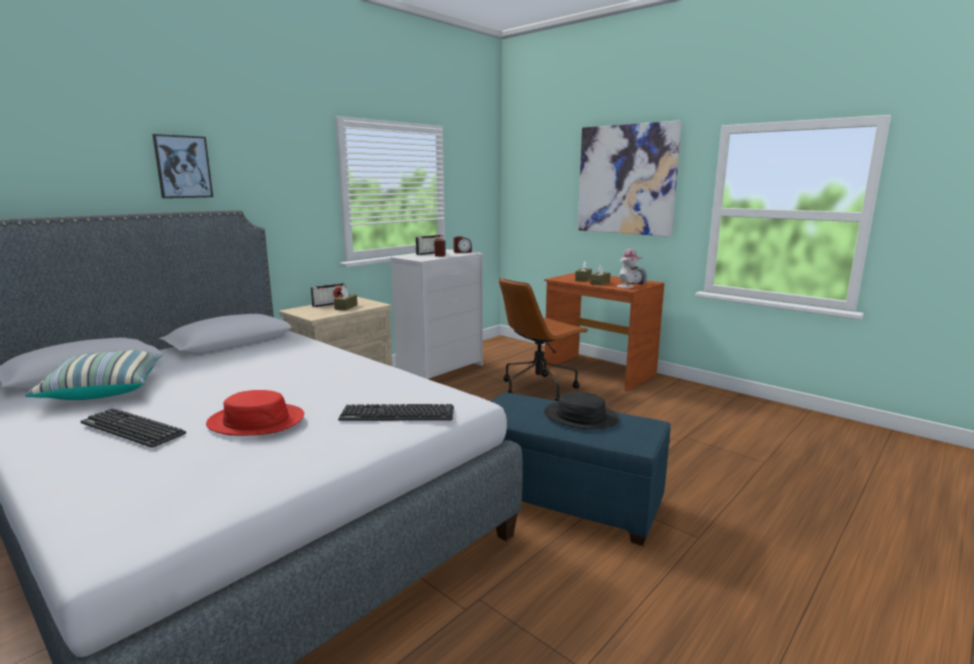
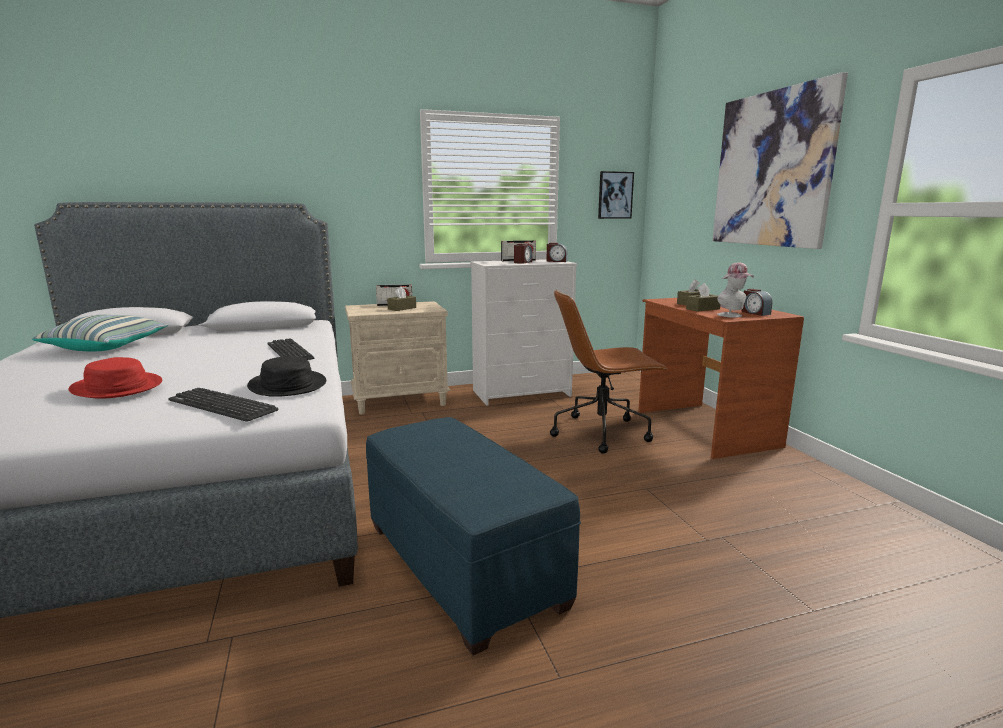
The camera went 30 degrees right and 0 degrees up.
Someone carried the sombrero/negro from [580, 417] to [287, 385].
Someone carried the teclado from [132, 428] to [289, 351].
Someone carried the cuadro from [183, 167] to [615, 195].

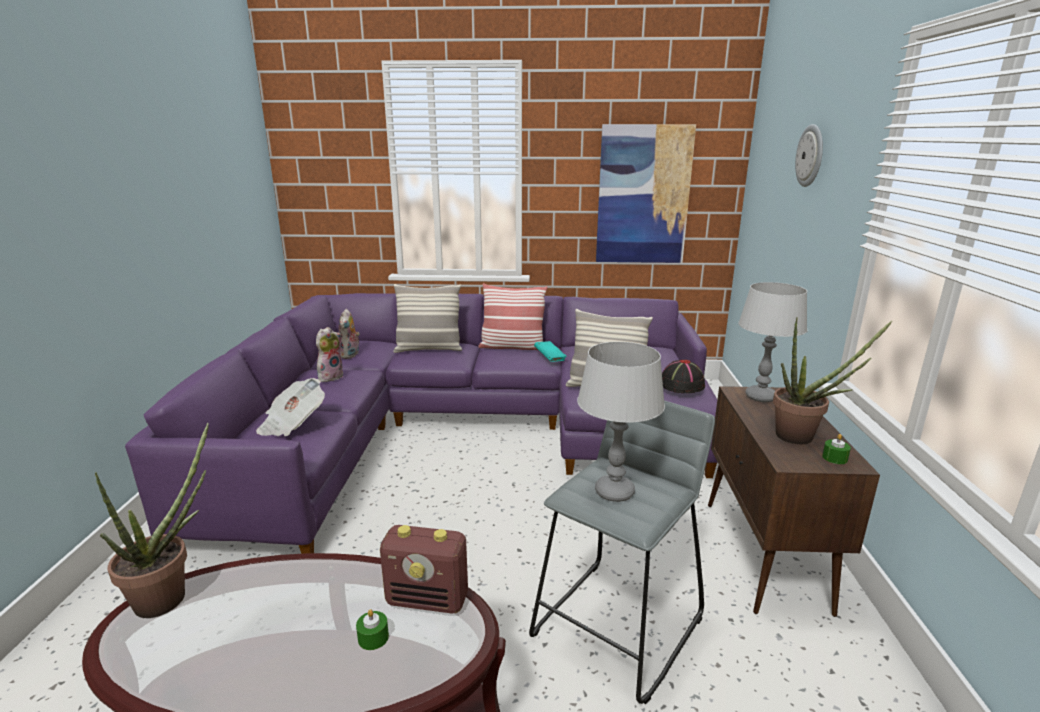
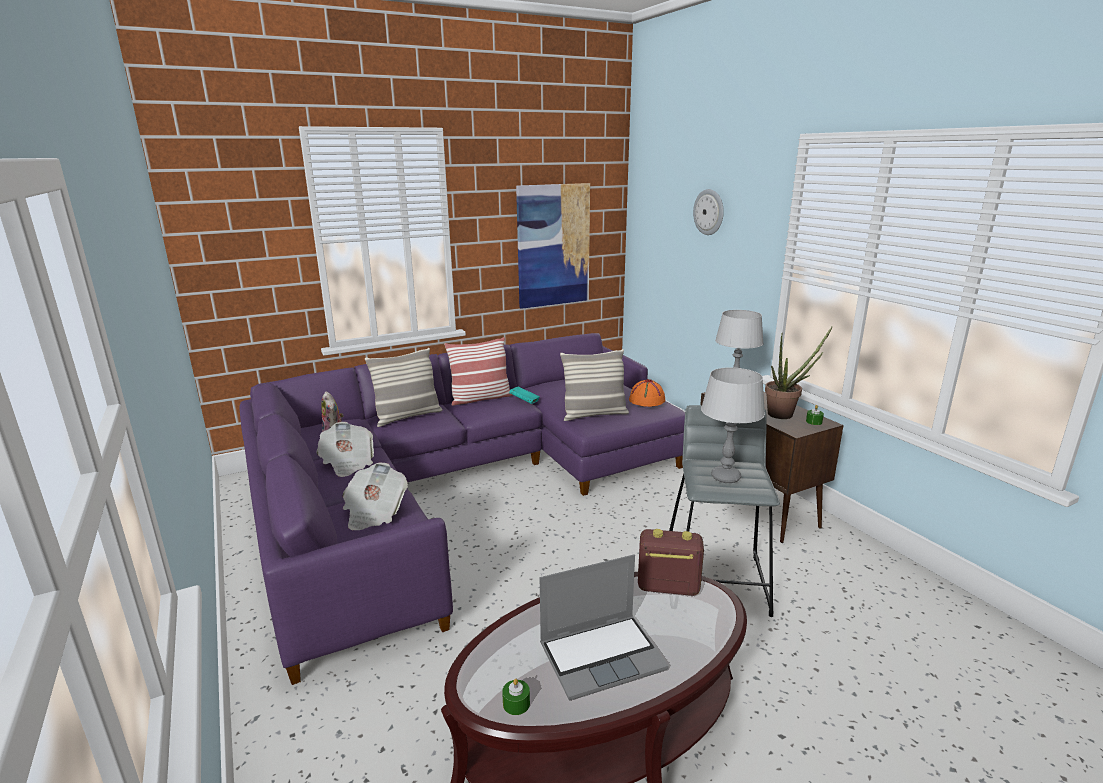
The camera went 30 degrees left and 0 degrees up.
Someone swapped the peluche at [330, 376] for the periódico at [348, 463].
Someone carried the vela/verde from [373, 637] to [516, 704].
Someone put down the portátil at [602, 655].
Someone repainted the sombrero/negro at [681, 385], which became the sombrero/naranja at [646, 400].
Someone rotated the radio at [428, 600] by 150 degrees counterclockwise.
Someone took away the planta en maceta at [171, 595].

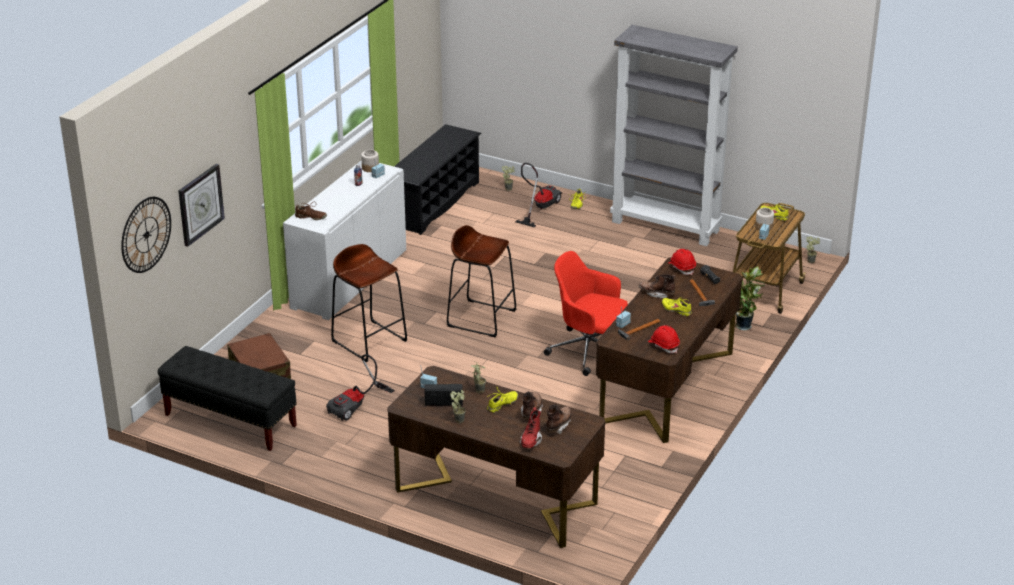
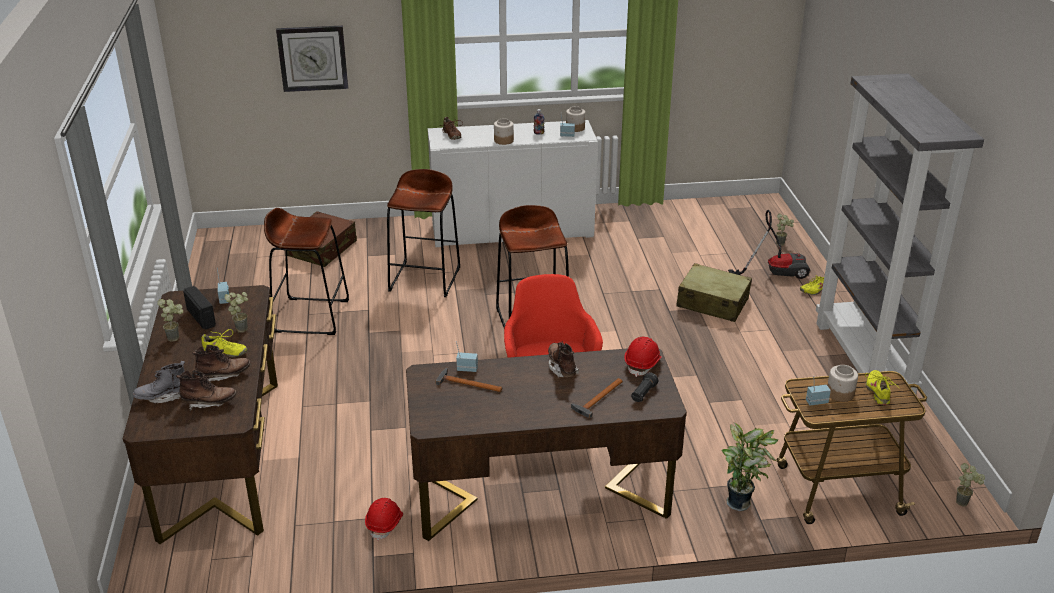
The camera went 55 degrees right and 0 degrees up.
Someone repainted the bota/rojo at [531, 441], which became the bota/gris at [163, 396].
Someone swapped the aspiradora at [357, 407] for the taburete/marrón at [311, 316].
Someone carried the casco/rojo from [664, 345] to [385, 524].
Someone put down the tarro at [503, 140].
Someone put down the maleta/beis at [712, 303].
Someone took away the reloj de pared at [146, 234].
Someone took away the banco/negro at [230, 421].
Someone took away the zapatero/negro at [433, 203].
Someone took away the zapato/amarillo at [676, 310].

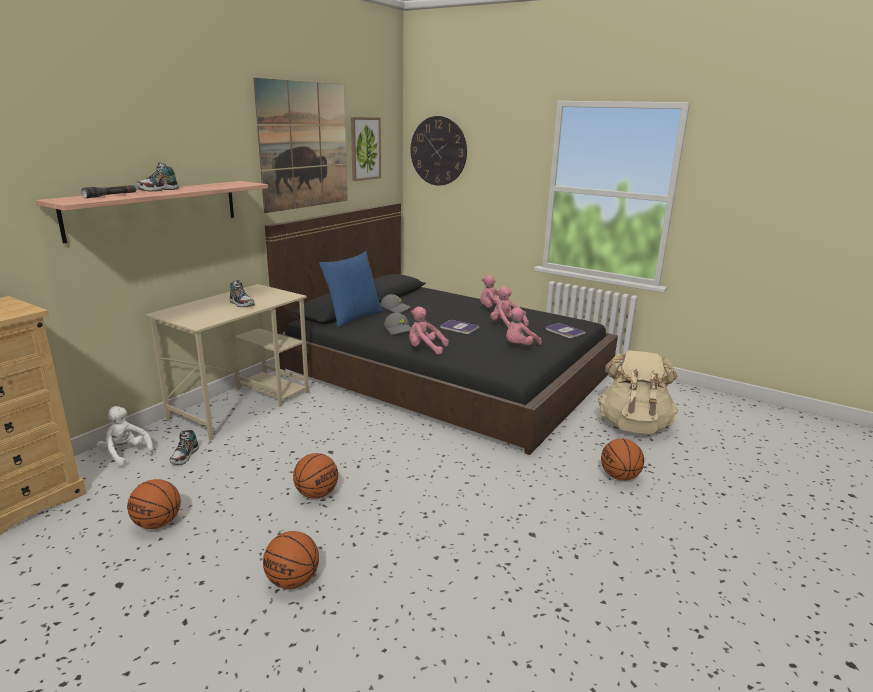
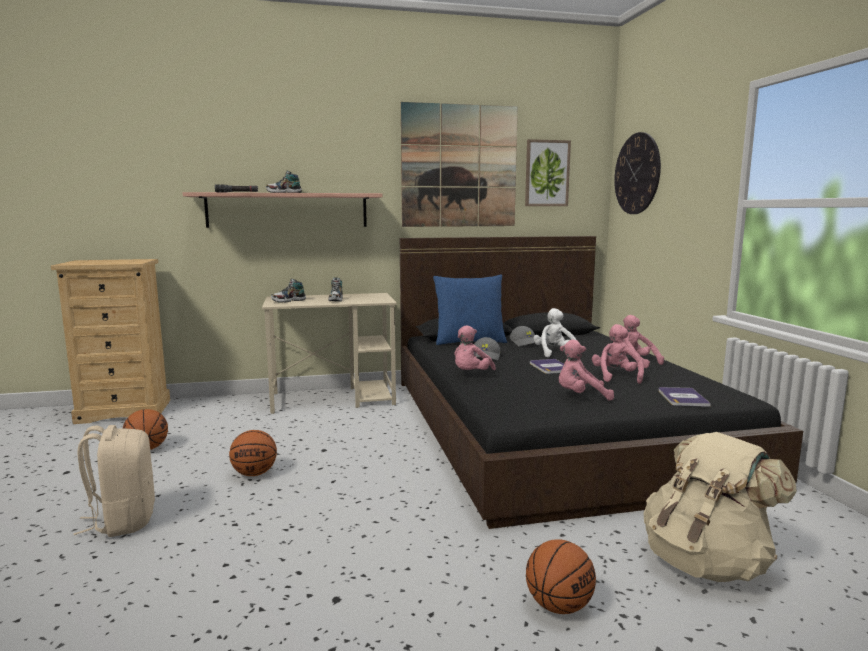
The camera went 45 degrees right and 10 degrees down.
Someone swapped the balón de baloncesto at [292, 581] for the mochila/beis at [123, 521].
Someone carried the zapato from [185, 456] to [289, 301].
Someone rotated the peluche/rosa at [425, 349] by 120 degrees counterclockwise.
Someone carried the peluche/blanco from [125, 454] to [554, 353].

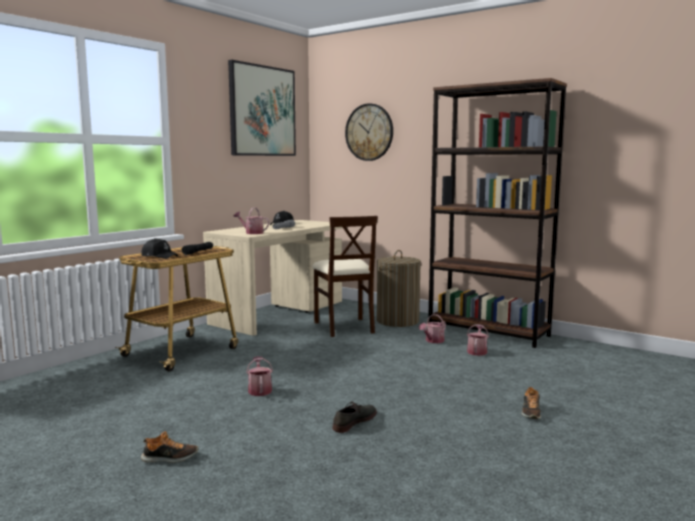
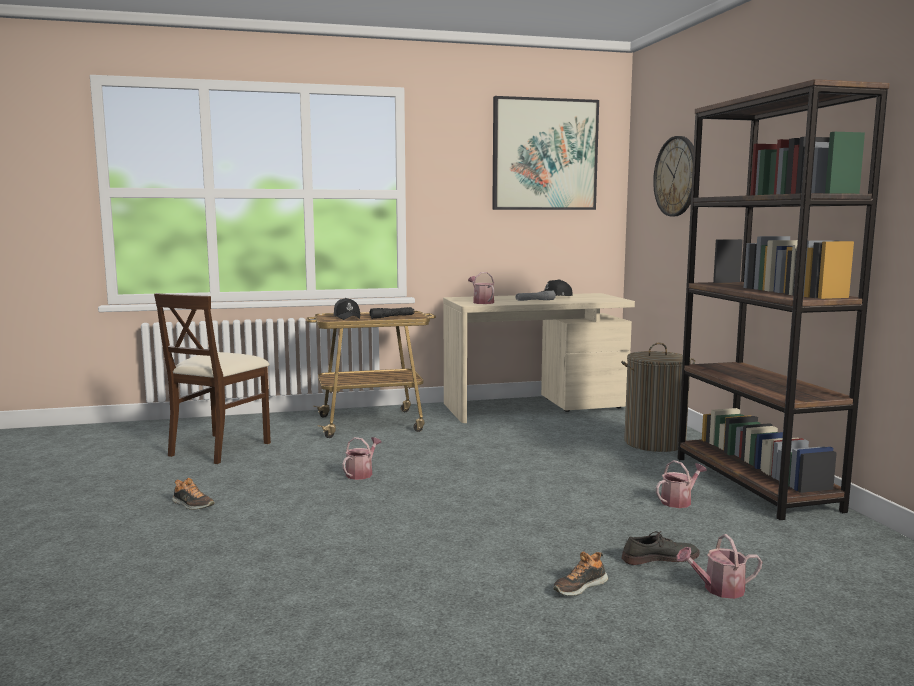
The camera went 40 degrees right and 0 degrees up.
Someone carried the silla/beis from [344, 327] to [219, 448].
Someone carried the zapato/gris from [354, 421] to [659, 557].
Someone carried the regadera from [433, 341] to [718, 589].

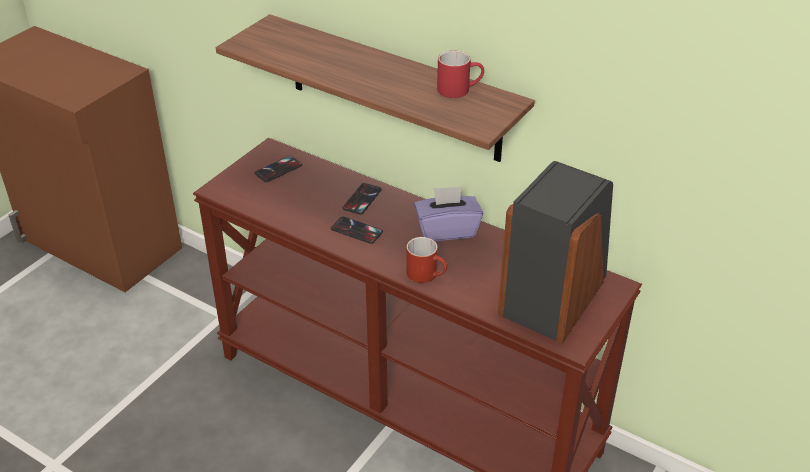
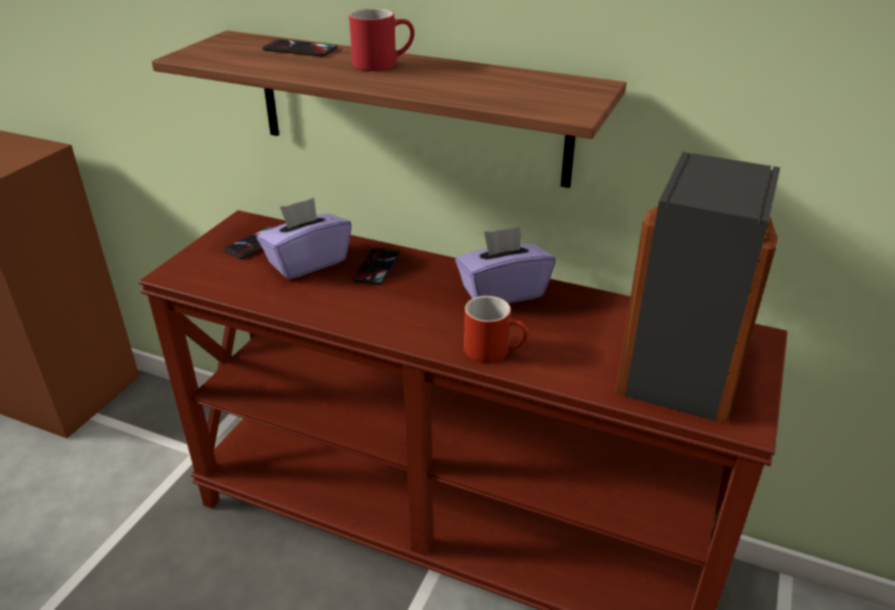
The camera went 10 degrees left and 5 degrees down.
Someone put down the caja de pañuelos/morado at [307, 262].
Someone carried the móvil from [356, 230] to [300, 49].
Someone carried the taza grande/rojo from [459, 89] to [383, 63].

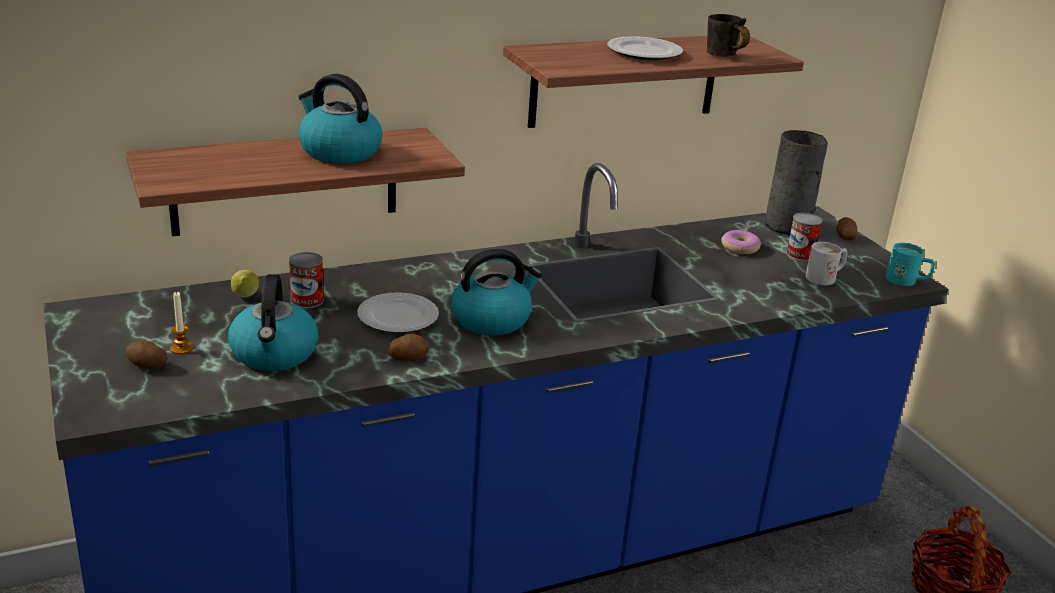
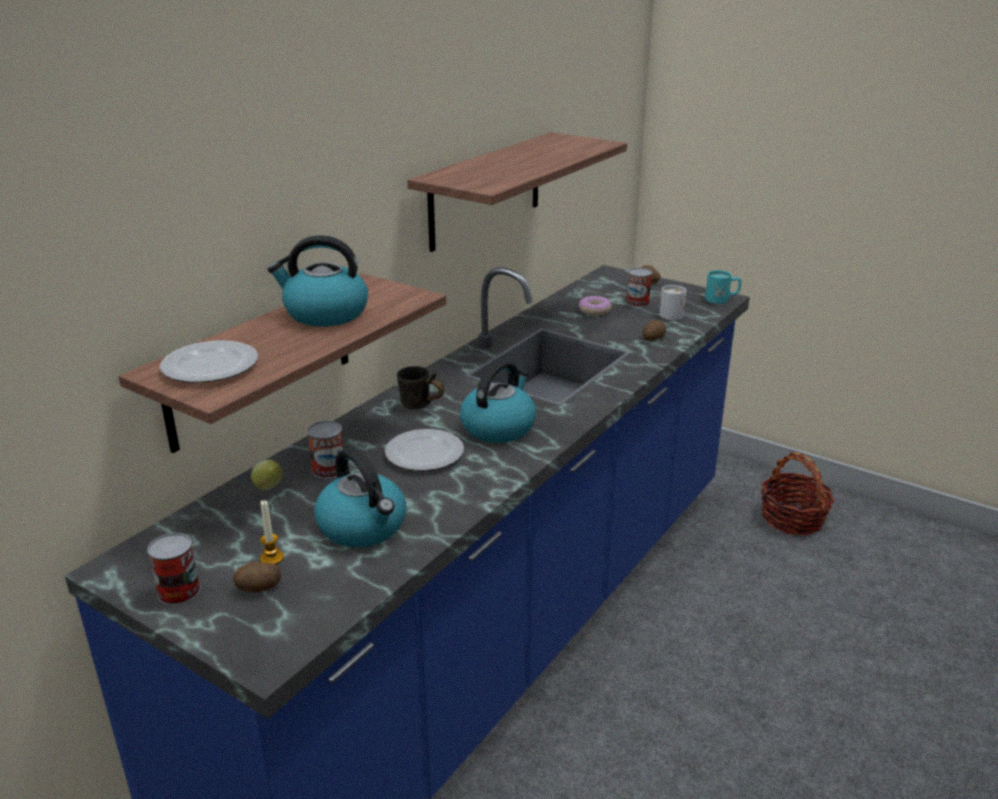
The camera went 30 degrees left and 0 degrees up.
Someone put down the lata at [179, 591].
Someone carried the plato from [643, 53] to [209, 367].
Someone carried the taza grande/gris from [722, 57] to [419, 408].
Someone carried the patata from [408, 357] to [653, 338].
Someone took away the florero/gris at [787, 226].

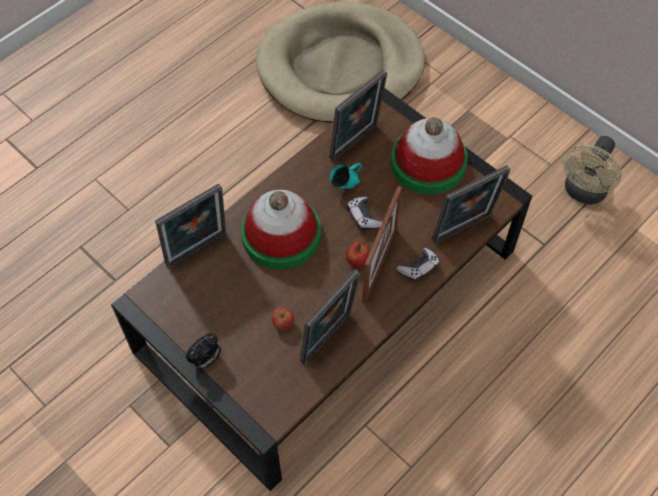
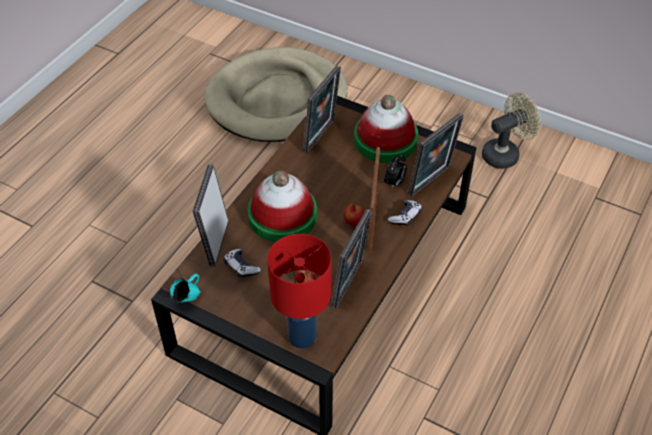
The camera went 15 degrees left and 10 degrees down.
Someone carried the taza grande/turquesa from [346, 187] to [188, 300].
Someone rotated the portarretratos at [198, 251] by 150 degrees clockwise.
Someone carried the mando de consola from [363, 217] to [241, 267].
Someone put down the lámpara de mesa/rojo at [303, 336].
Someone carried the despertador from [206, 360] to [394, 182].
Someone rotated the ventilador/beis at [583, 193] by 135 degrees counterclockwise.

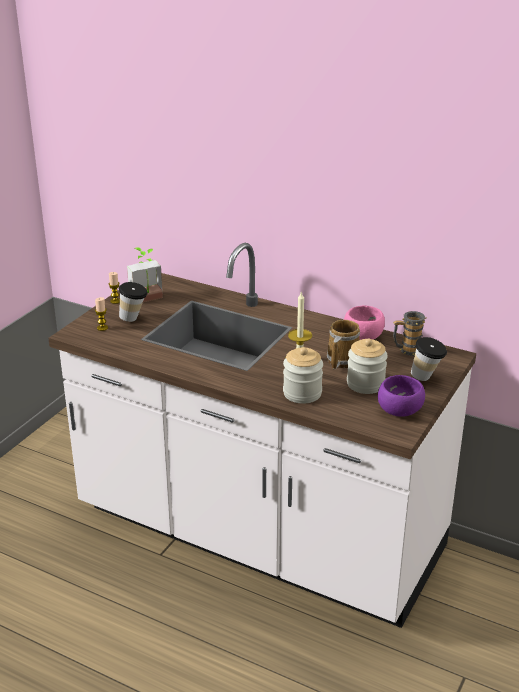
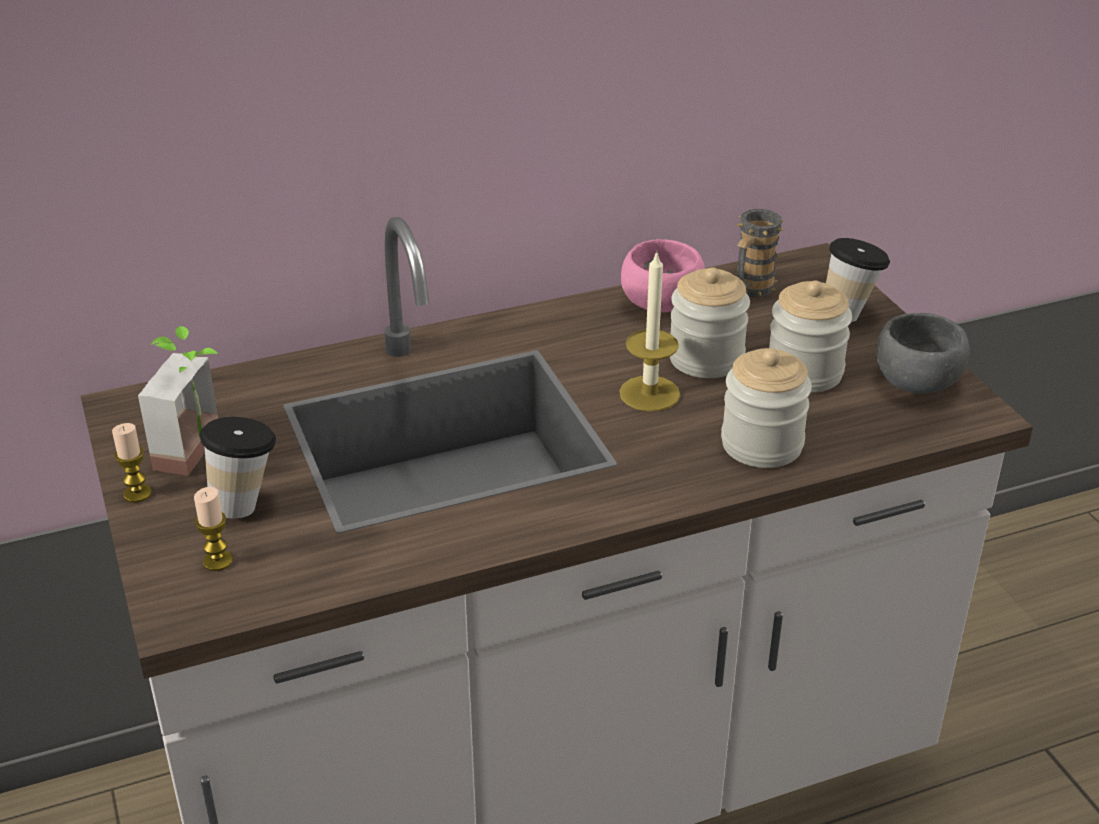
The camera went 50 degrees left and 5 degrees up.
Someone swapped the taza grande at [341, 360] for the tarro at [706, 358].
Someone repainted the cuenco/morado at [401, 411], which became the cuenco/gris at [918, 381].

